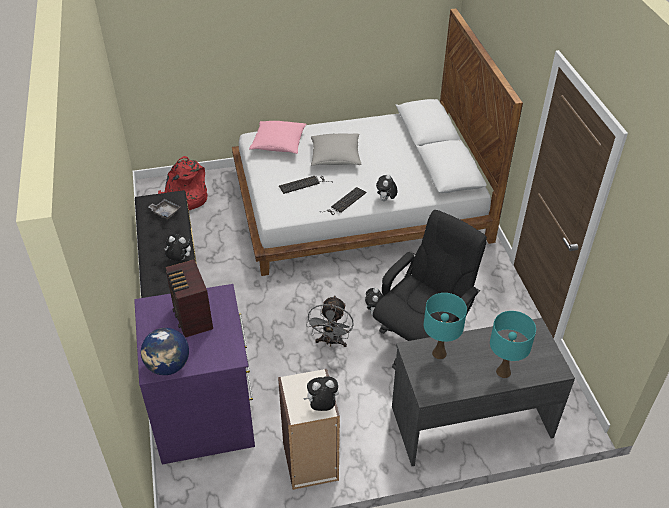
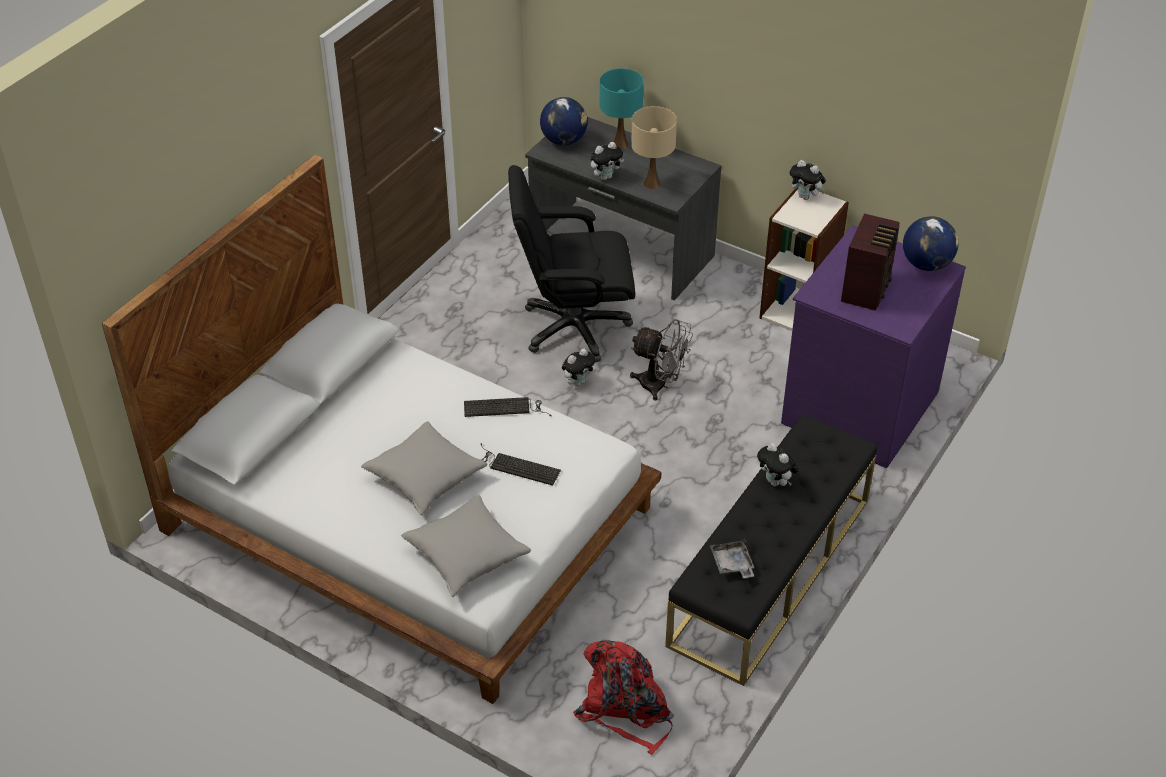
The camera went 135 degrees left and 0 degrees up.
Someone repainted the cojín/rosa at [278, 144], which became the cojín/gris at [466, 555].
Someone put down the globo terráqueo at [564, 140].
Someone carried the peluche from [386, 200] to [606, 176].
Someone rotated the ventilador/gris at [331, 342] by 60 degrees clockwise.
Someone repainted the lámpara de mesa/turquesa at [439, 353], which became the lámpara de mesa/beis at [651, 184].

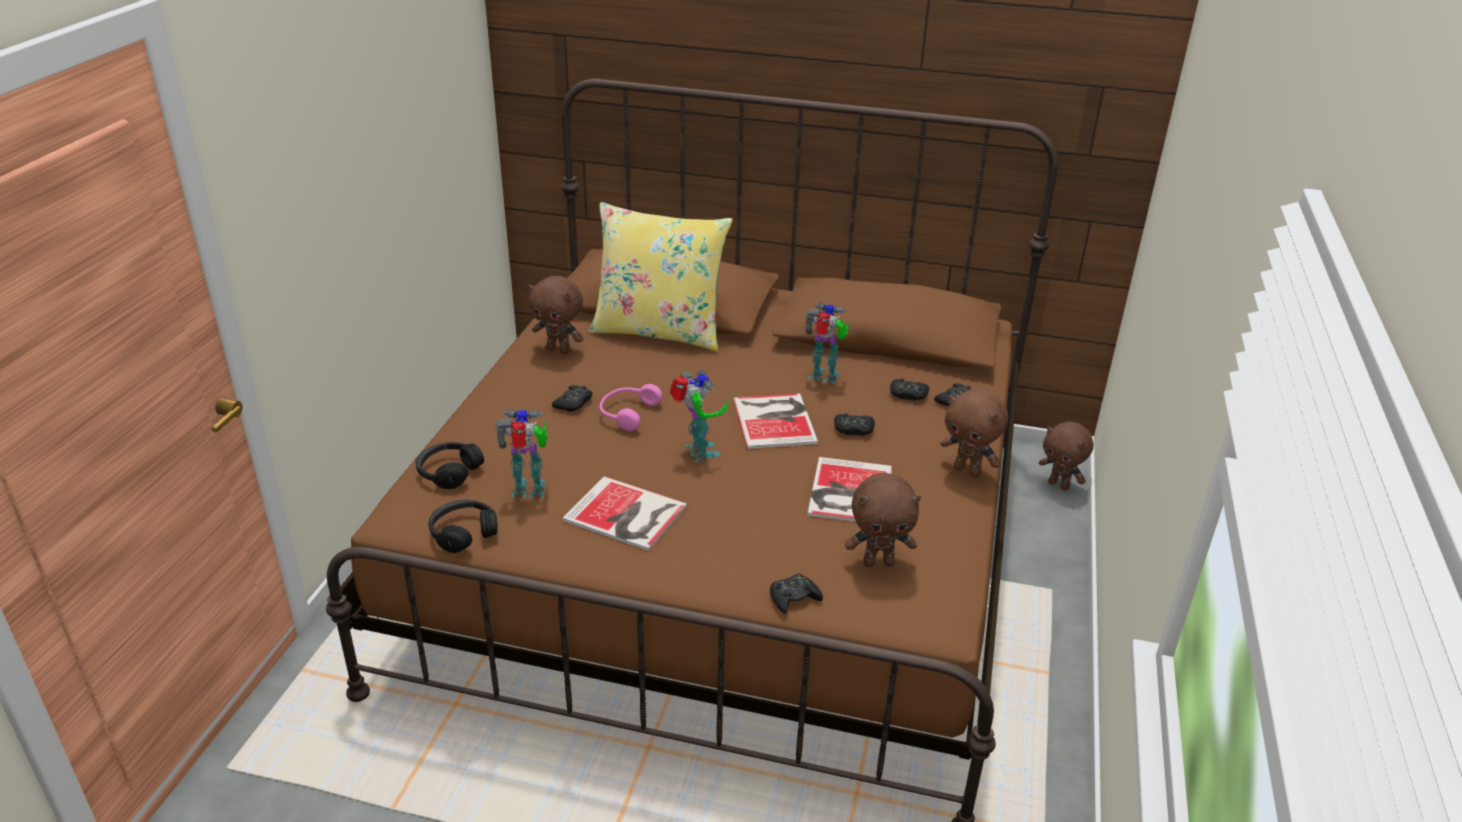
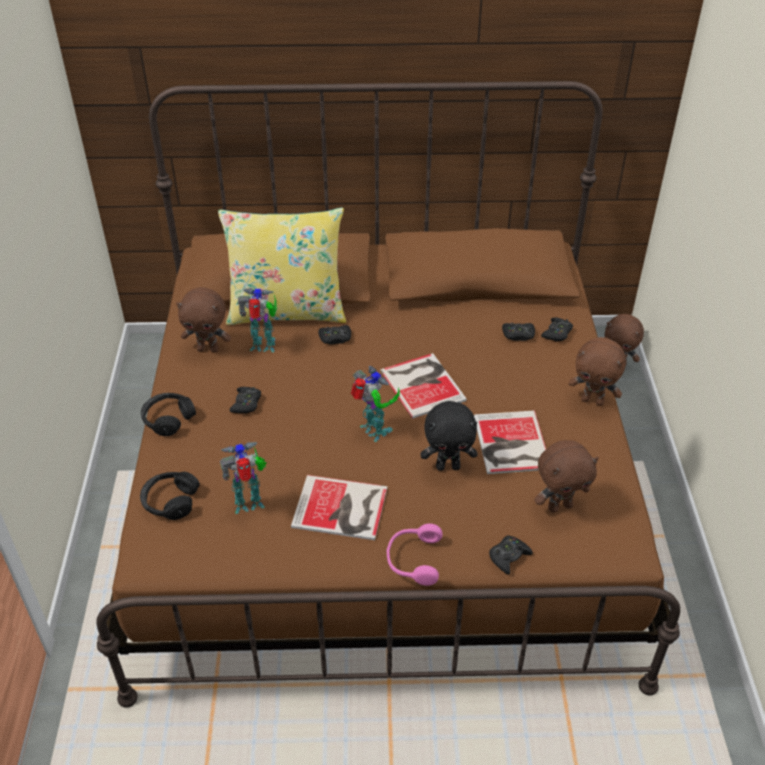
The camera went 15 degrees left and 10 degrees up.
Someone carried the auriculares/negro from [463, 533] to [168, 419].
Someone carried the robot de juguete from [825, 378] to [264, 347].
Someone carried the mando de consola/negro from [853, 429] to [335, 338].
Someone carried the auriculares/rosa from [627, 413] to [413, 560].
Someone put down the peluche/negro at [448, 466].

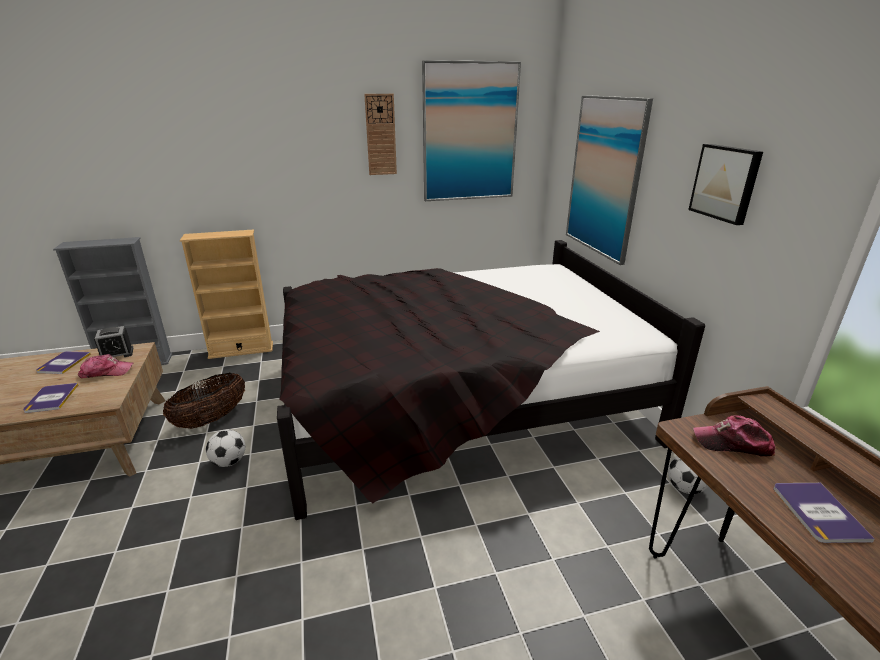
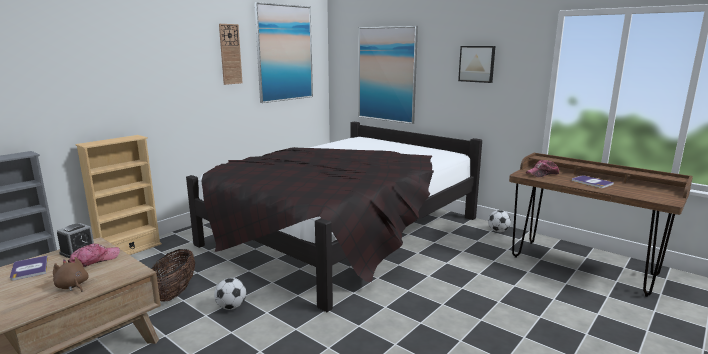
The camera went 35 degrees left and 10 degrees down.
Someone swapped the libro at [51, 398] for the peluche/marrón at [72, 286].

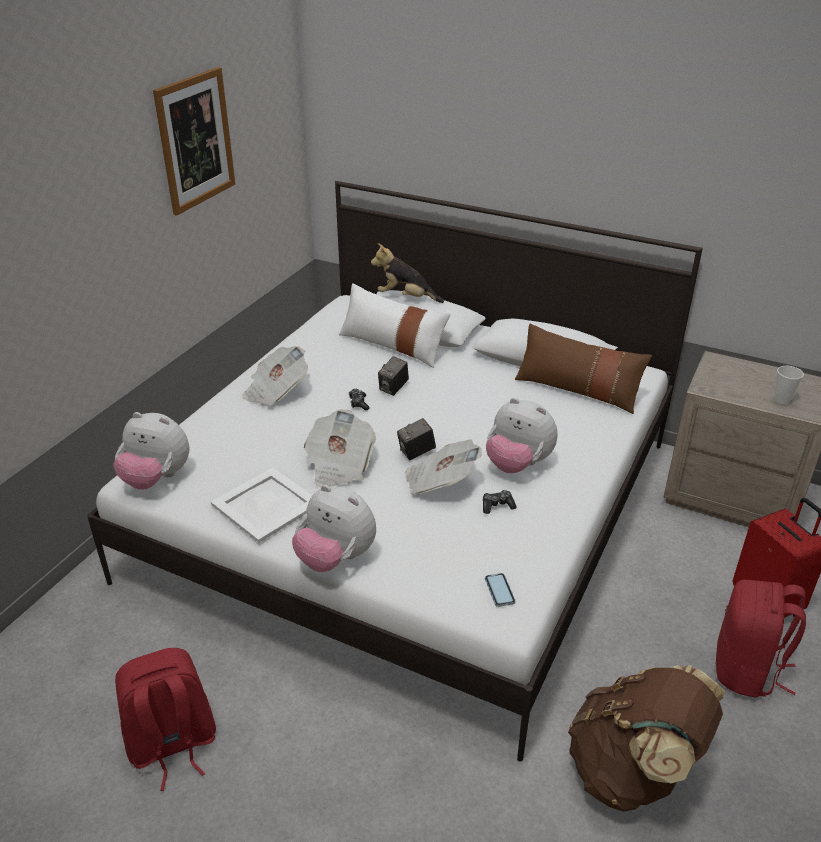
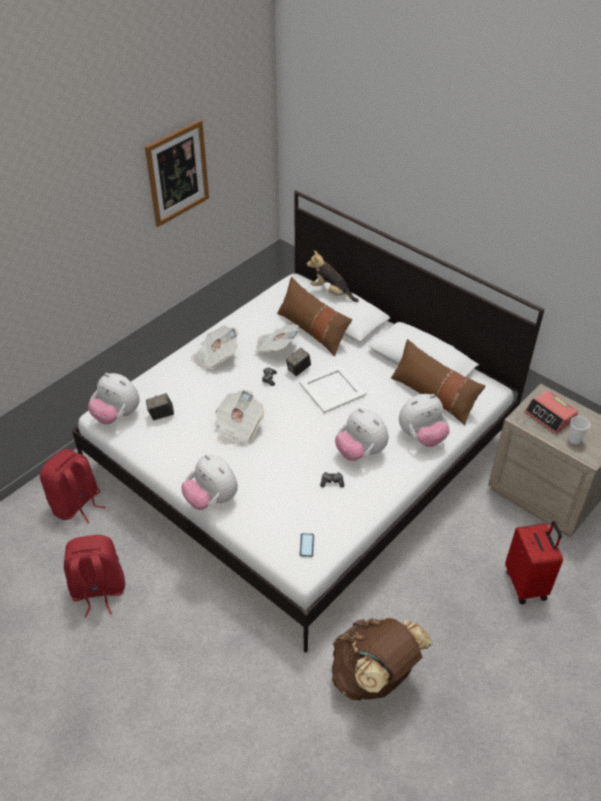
The camera went 15 degrees right and 10 degrees up.
Someone carried the mochila/rojo from [746, 670] to [77, 504].
Someone carried the cámara from [416, 452] to [161, 415].
Someone carried the periódico from [440, 482] to [276, 348].
Someone repainted the cojín/blanco at [392, 345], which became the cojín/marrón at [312, 330].
Someone carried the bandeja/blanco from [266, 505] to [332, 389].
Someone put down the peluche at [422, 436].
Someone put down the despertador at [550, 416].

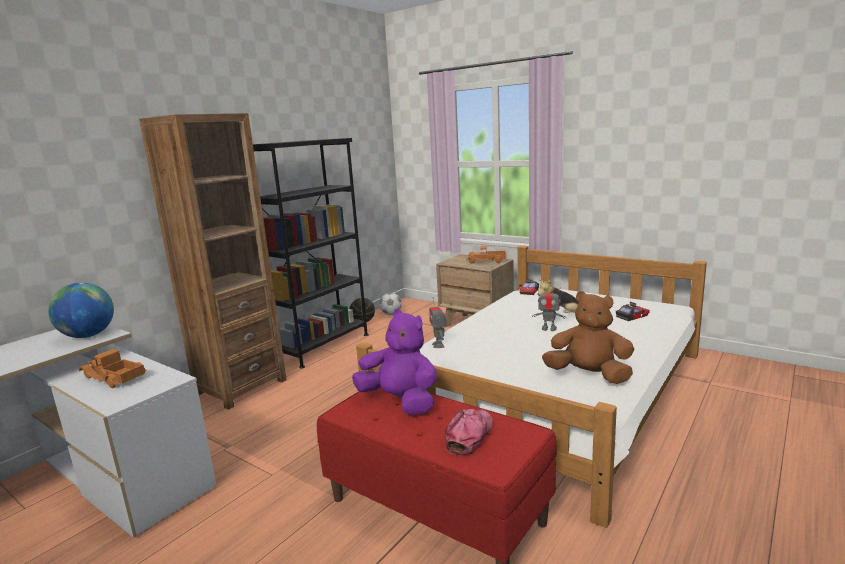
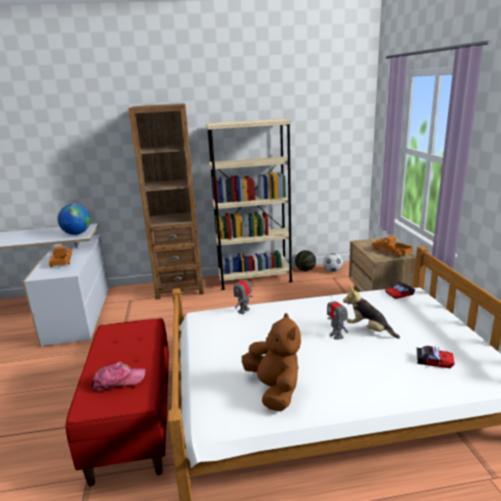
The camera went 45 degrees right and 5 degrees up.
Someone repainted the estantería/negro at [323, 346], which became the estantería/beis at [255, 279].
Someone took away the peluche/morado at [400, 401].

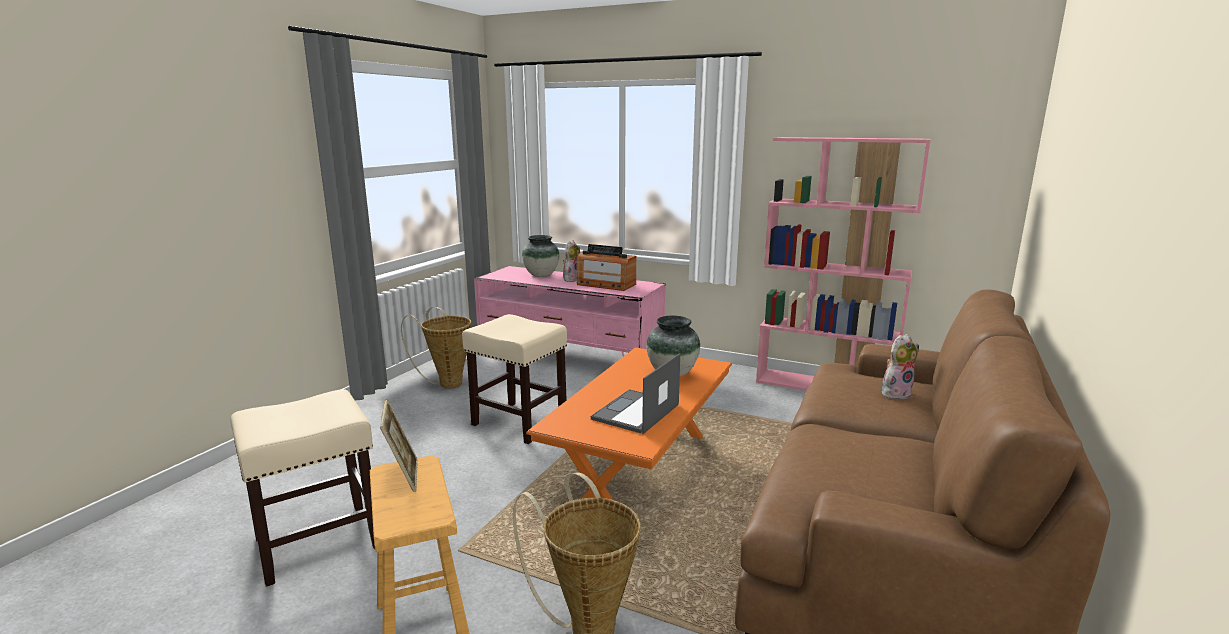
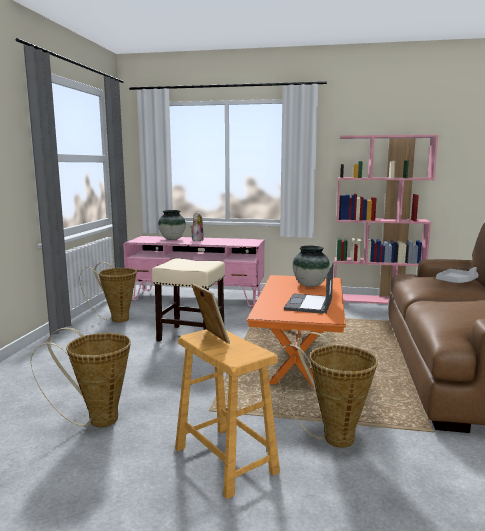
The camera went 15 degrees left and 5 degrees down.
Someone swapped the taburete/beis at [320, 541] for the cesta at [96, 420].
Someone swapped the peluche at [895, 393] for the bandeja/gris at [456, 281].
Someone took away the radio at [606, 285].

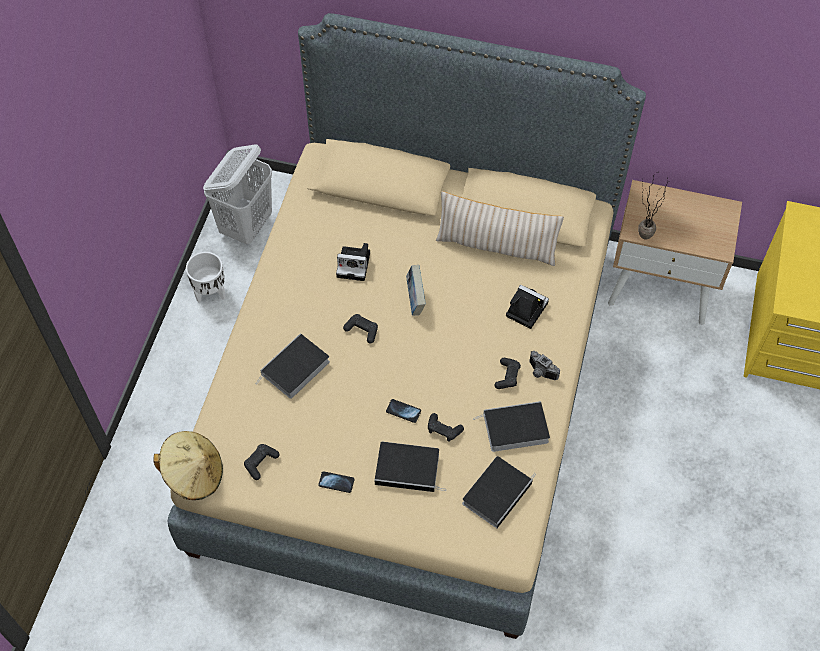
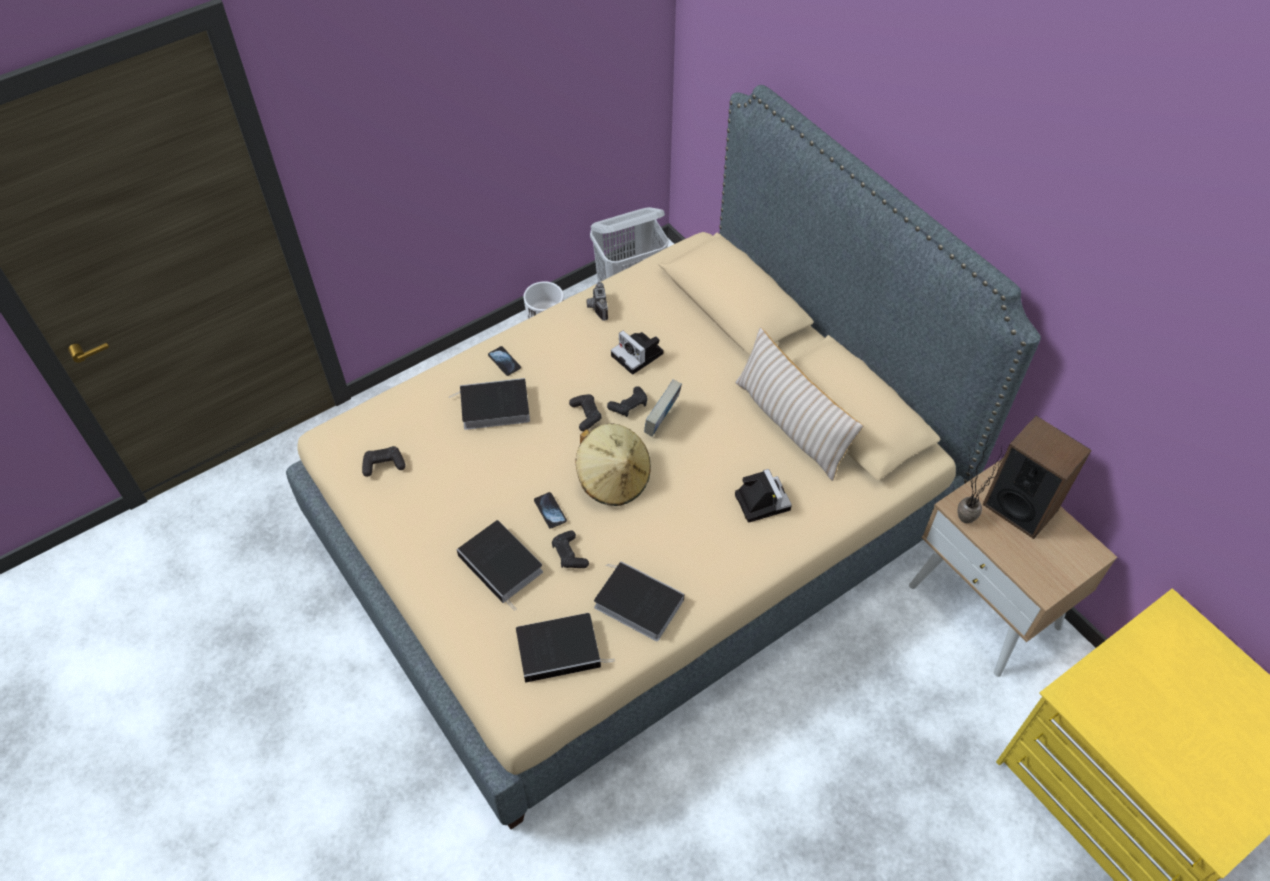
The camera went 40 degrees right and 5 degrees down.
Someone carried the móvil from [336, 482] to [504, 361].
Someone carried the sombrero/beis from [194, 474] to [613, 479].
Someone carried the cámara from [540, 372] to [596, 307].
Someone carried the mando de consola/negro from [507, 376] to [629, 406].
Someone put down the altavoz at [1020, 507].

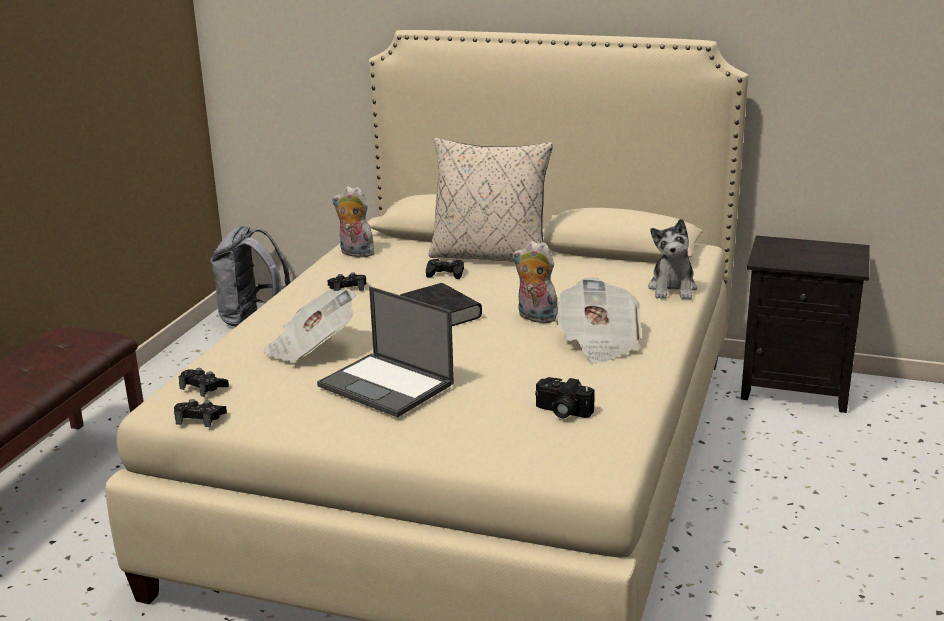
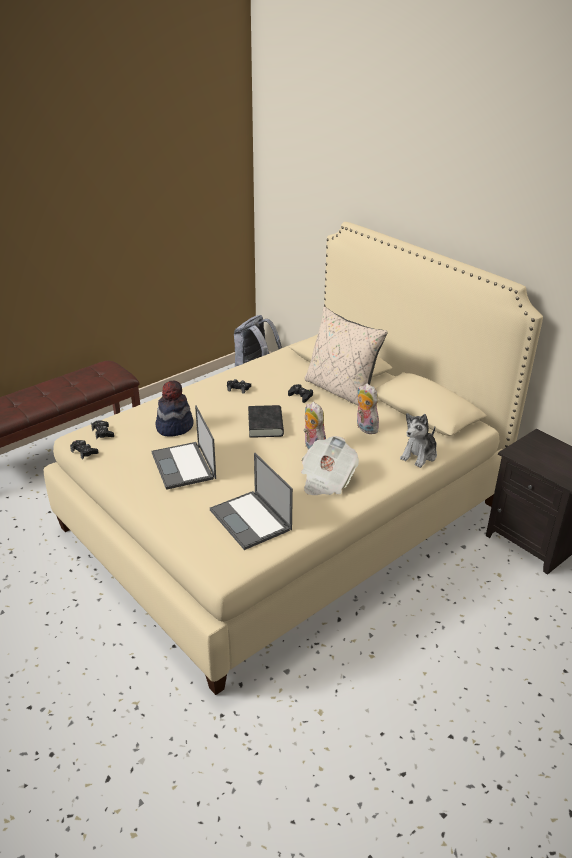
The camera went 30 degrees right and 10 degrees up.
Someone swapped the periódico at [311, 348] for the sombrero at [174, 426].
Someone swapped the cámara at [562, 411] for the portátil at [251, 520].
Someone carried the peluche from [355, 253] to [365, 428].

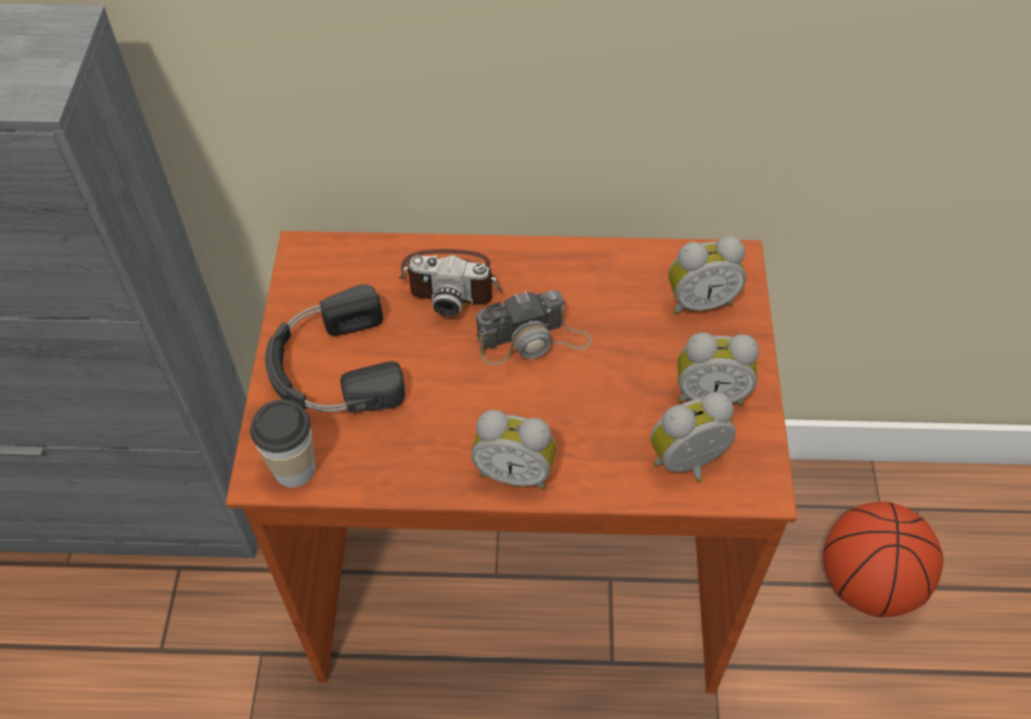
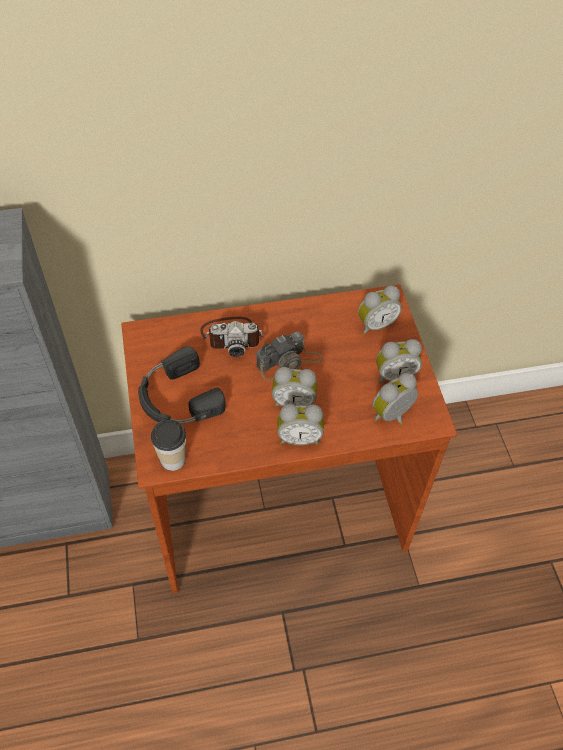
The camera went 15 degrees left and 0 degrees up.
Someone put down the despertador at [293, 402].
Someone took away the balón de baloncesto at [867, 583].

